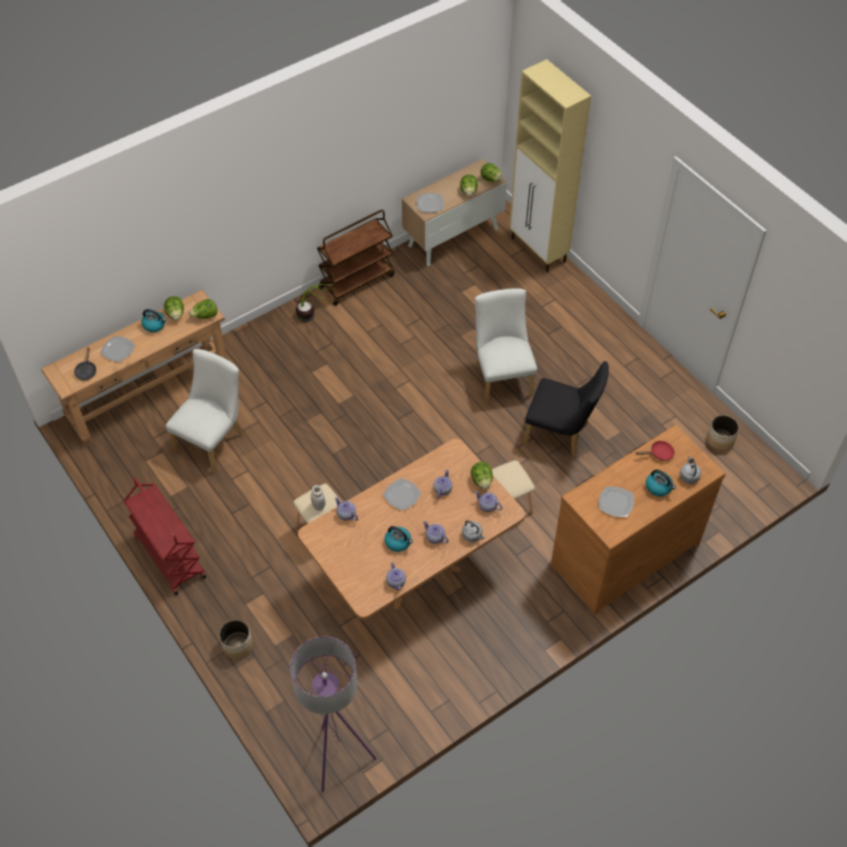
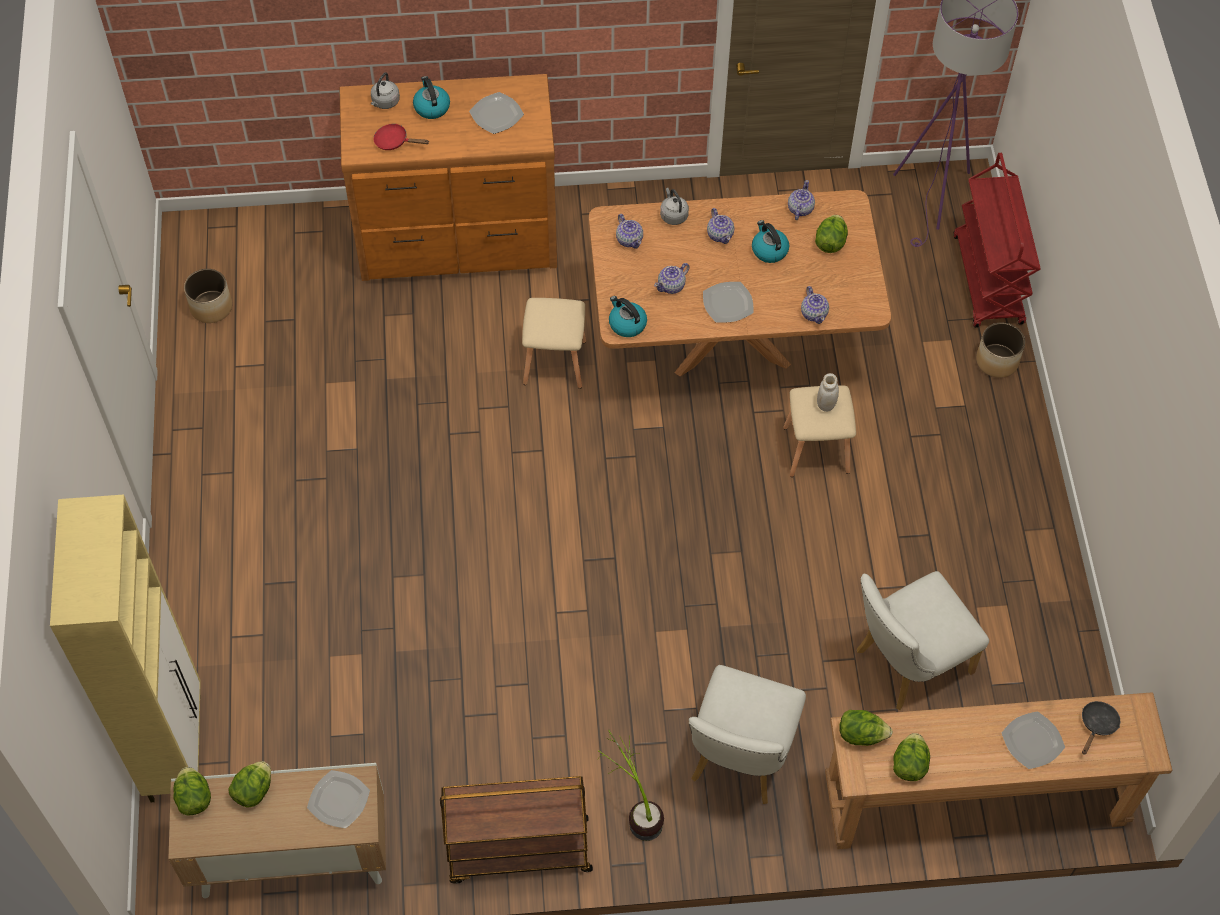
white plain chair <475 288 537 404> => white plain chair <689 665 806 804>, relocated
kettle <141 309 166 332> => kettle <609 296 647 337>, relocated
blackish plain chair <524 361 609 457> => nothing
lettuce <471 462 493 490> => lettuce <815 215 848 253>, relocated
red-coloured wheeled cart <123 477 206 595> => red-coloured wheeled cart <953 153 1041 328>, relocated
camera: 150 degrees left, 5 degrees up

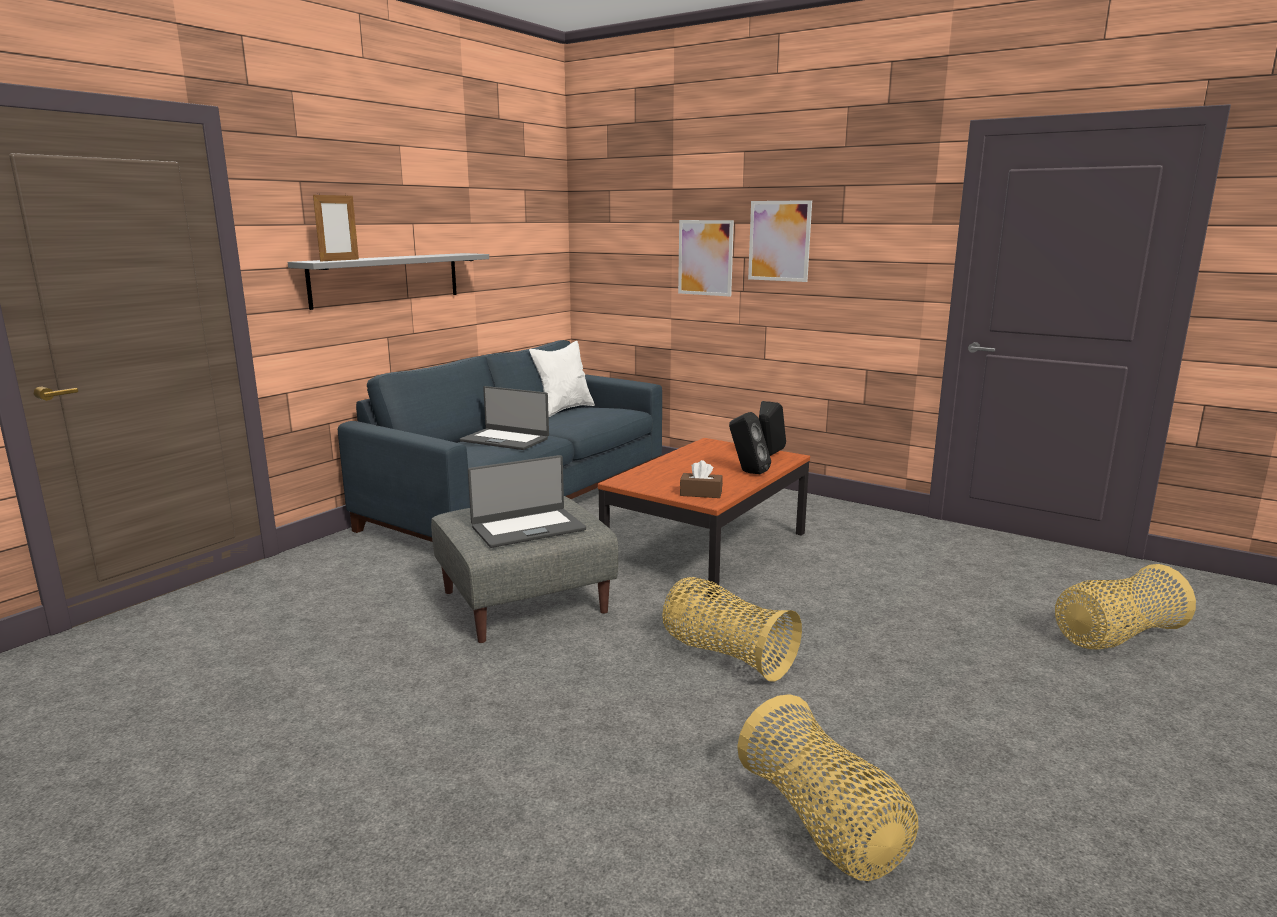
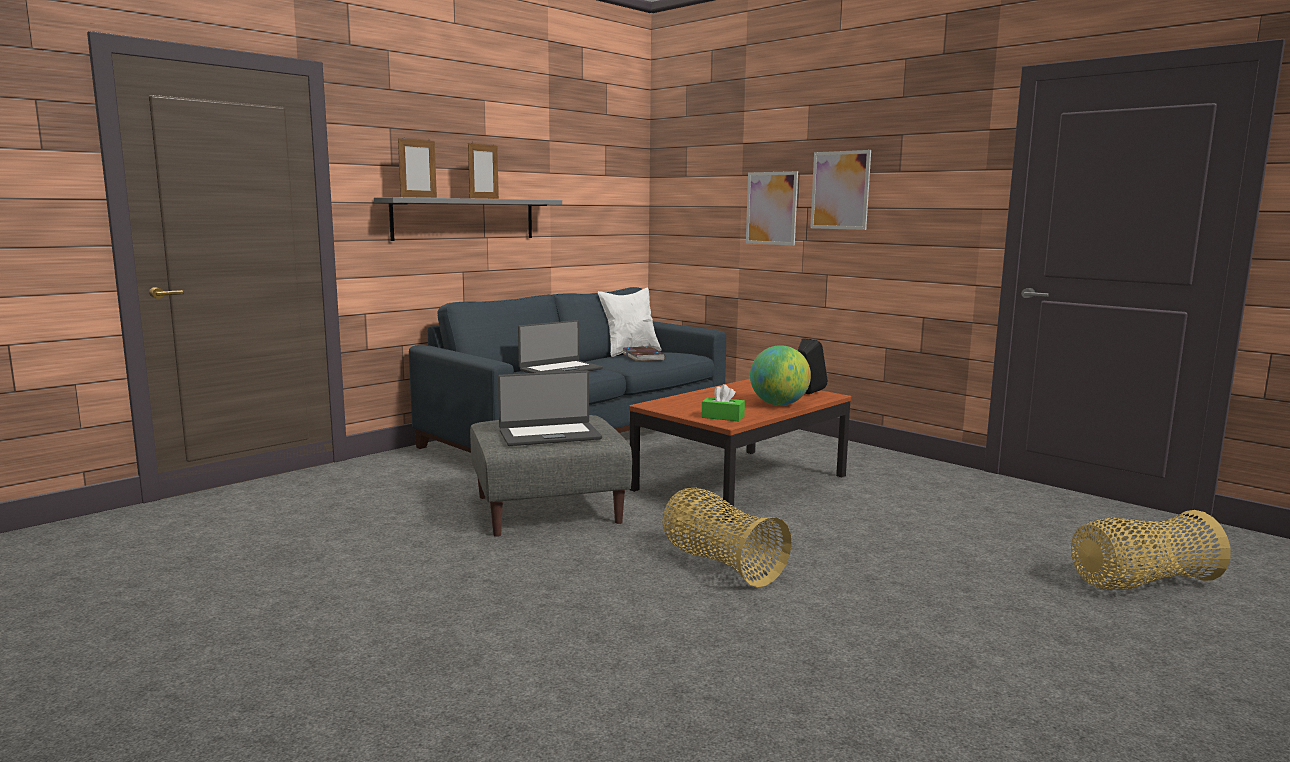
laptop <460 386 549 450> => laptop <518 320 603 373>, 75 degrees counterclockwise
blackish loudspeaker <729 412 771 474> => world globe <750 345 811 406>
brown-coloured tissue box <680 460 723 498> => greenish tissue box <702 384 745 421>
storage basket <737 694 918 881> => nothing
nothing => photo frame <468 142 499 199>
nothing => bound book <622 346 665 361>
camera: 10 degrees right, 5 degrees down

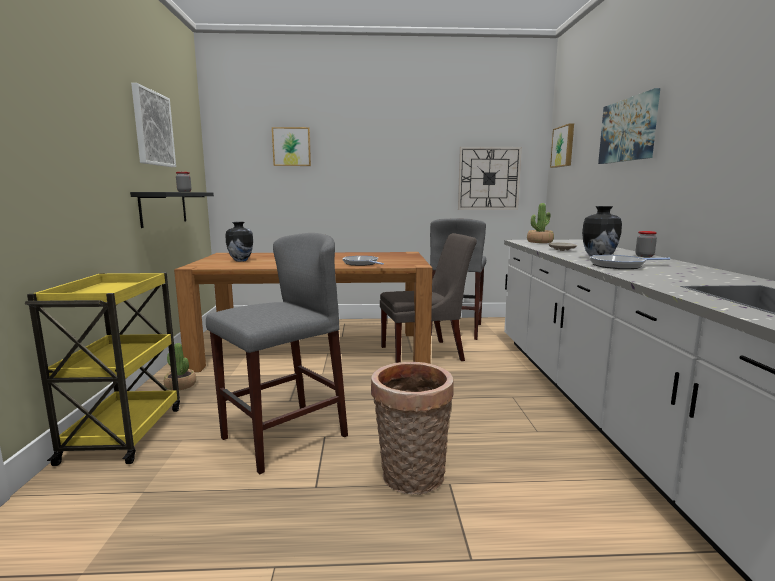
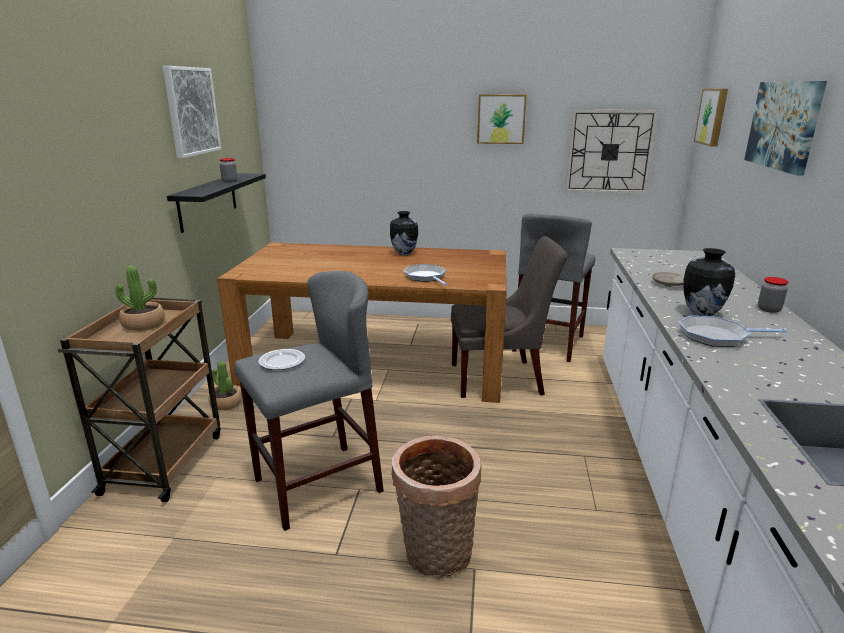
wall picture <272 127 311 166> => wall picture <477 94 527 144>, relocated
plant in a pot <527 203 554 243> => plant in a pot <115 266 165 331>, relocated
vase <226 222 253 262> => vase <390 211 418 255>, relocated
yellow wheeled cart <25 273 180 466> => brown-coloured wheeled cart <58 298 221 502>
nothing => flat dish <258 349 305 370>
camera: 10 degrees right, 10 degrees up

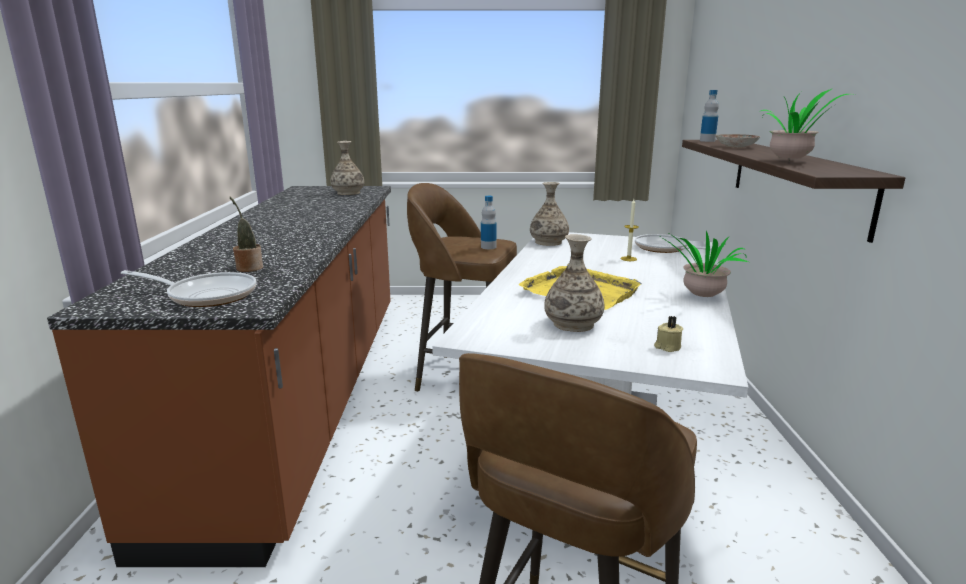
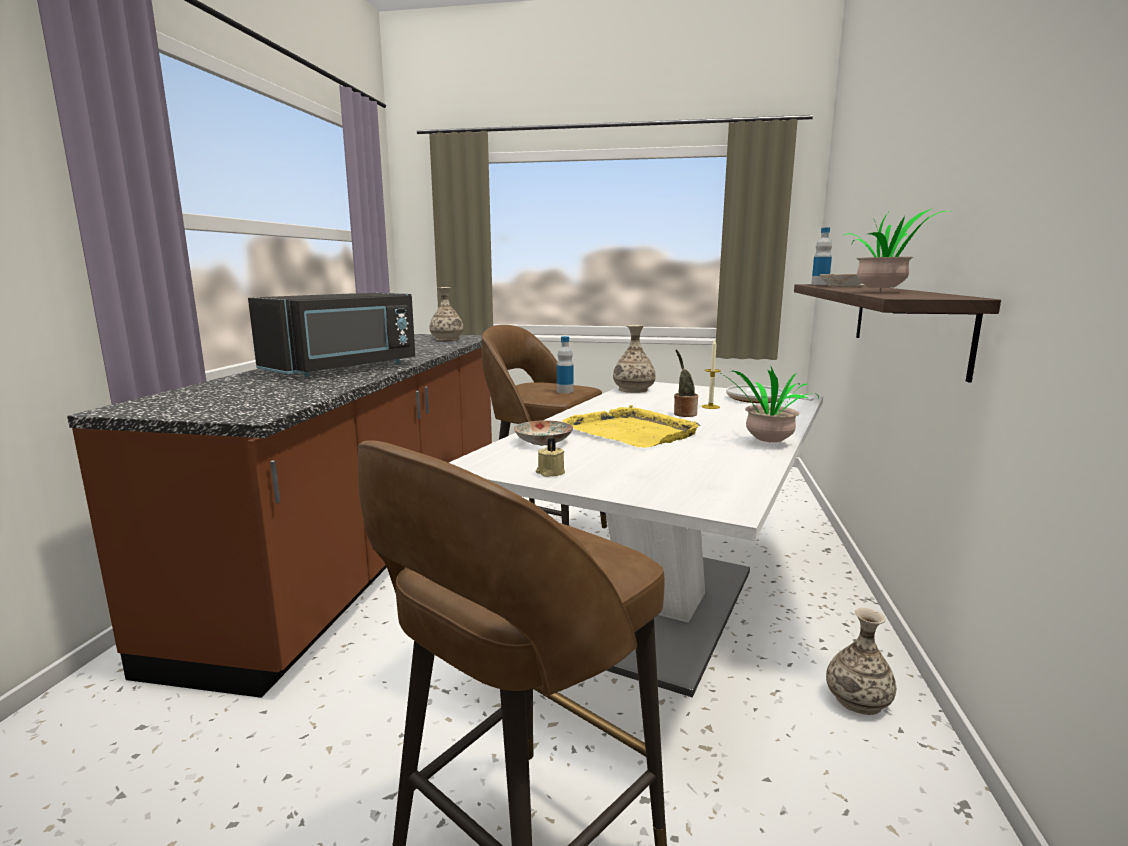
plant in a pot <230 197 263 272> => plant in a pot <674 349 698 417>, relocated
vase <544 234 605 332> => vase <826 608 896 715>, relocated
skillet <121 270 257 307> => nothing
sand-coloured wax candle <654 316 683 352> => sand-coloured wax candle <536 438 565 477>, relocated
nothing => blackish kitchen microwave <248 293 415 377>
nothing => flat dish <514 420 574 446>
camera: 10 degrees right, 5 degrees down

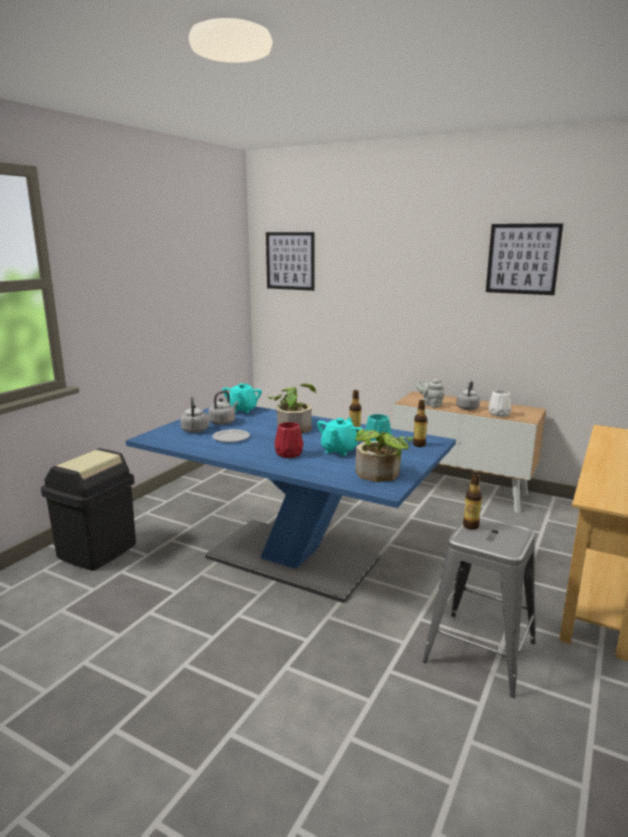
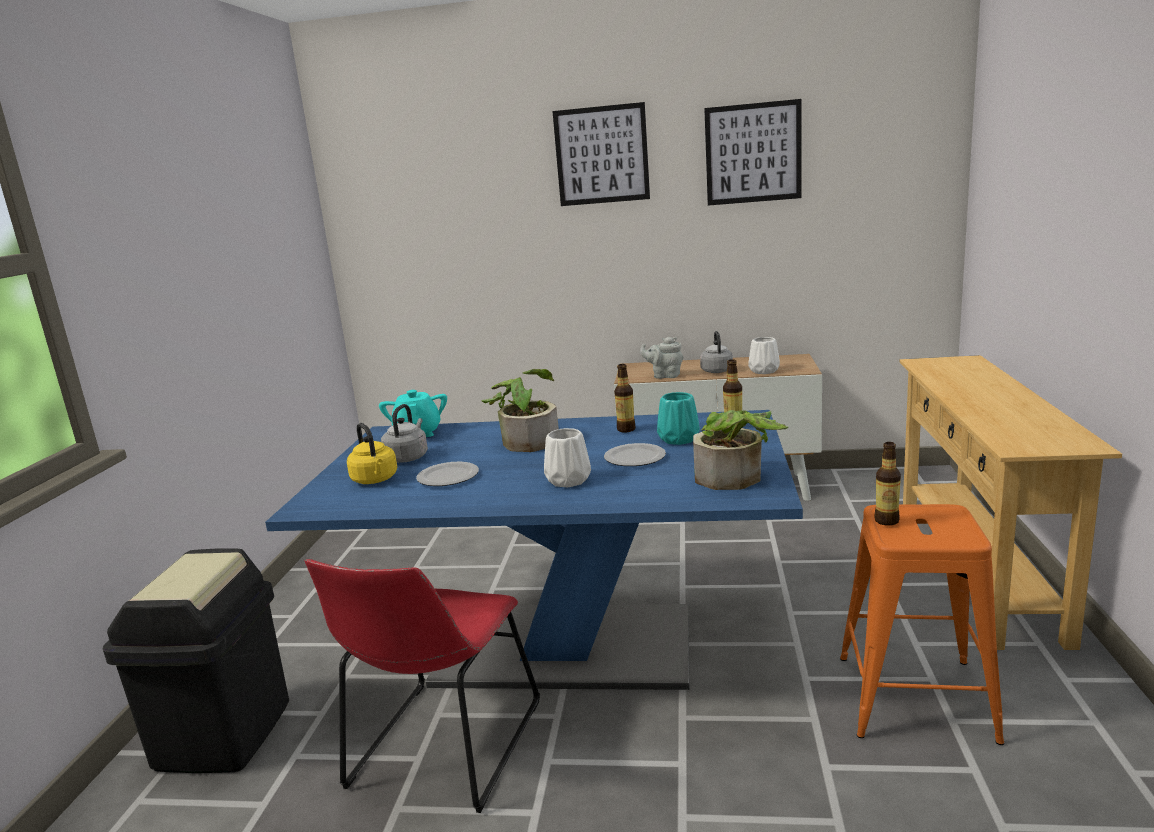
wall picture <266 232 315 291> => wall picture <552 102 650 206>, relocated
greyish kettle <180 397 209 433> => yellow kettle <347 423 397 484>
turquoise-coloured teapot <317 418 363 456> => flat dish <604 443 666 466>
red-coloured vase <275 422 303 458> => white vase <544 428 591 487>
greyish stool seat <422 516 536 698> => orange-coloured stool seat <840 504 1004 745>
nothing => red-coloured plain chair <305 559 540 813>
camera: 20 degrees left, 0 degrees up

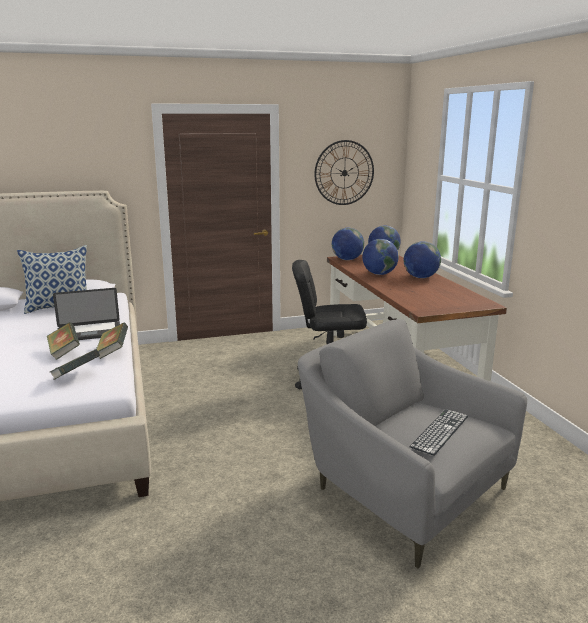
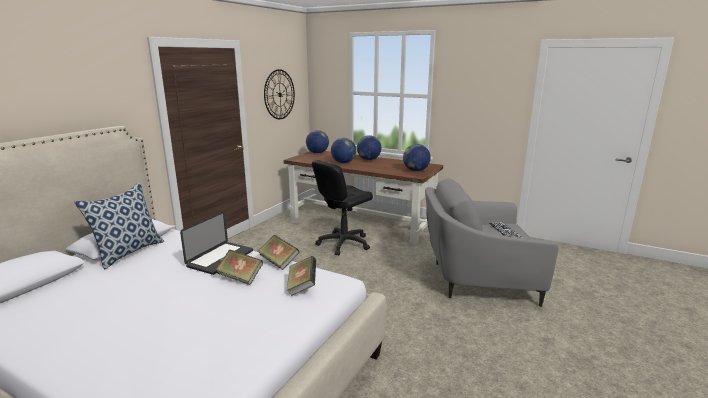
world globe <332 228 364 260> => world globe <403 144 431 171>, relocated
camera: 45 degrees left, 0 degrees up

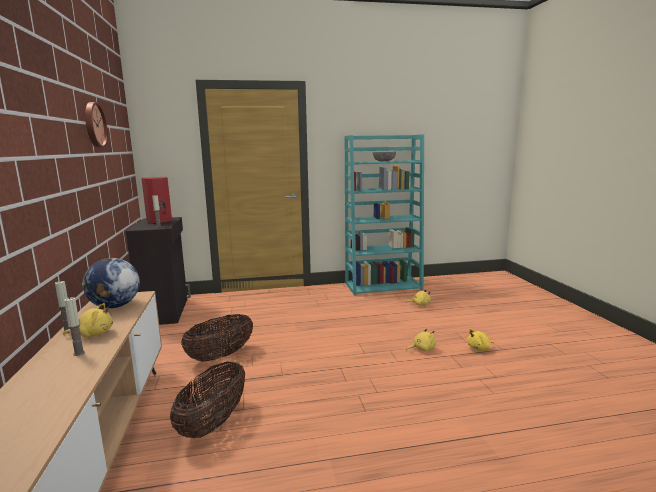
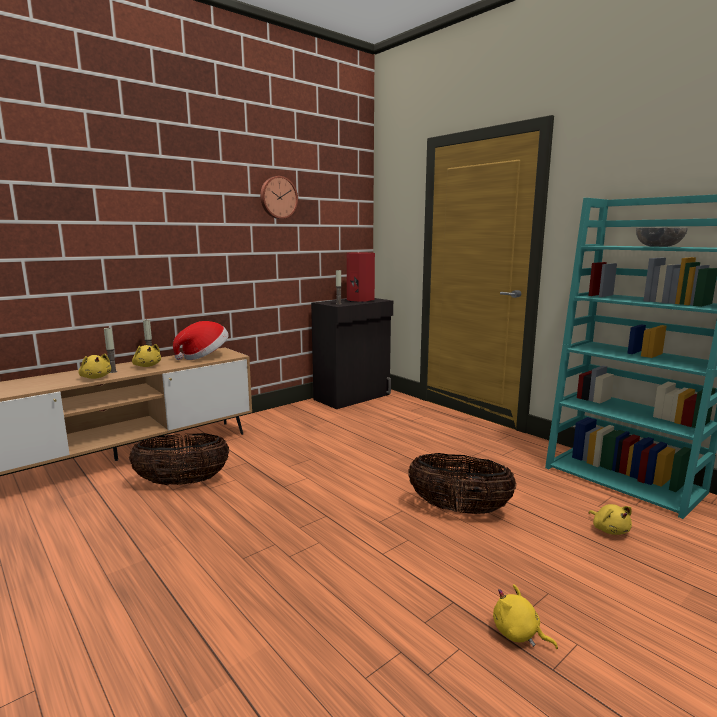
world globe <82 258 140 308> => clothing hat <173 321 229 360>
storage basket <181 314 253 362> => storage basket <408 453 517 514>, relocated
yellow cuddly toy <406 328 436 352> => yellow cuddly toy <79 354 111 379>, relocated
camera: 60 degrees right, 0 degrees up

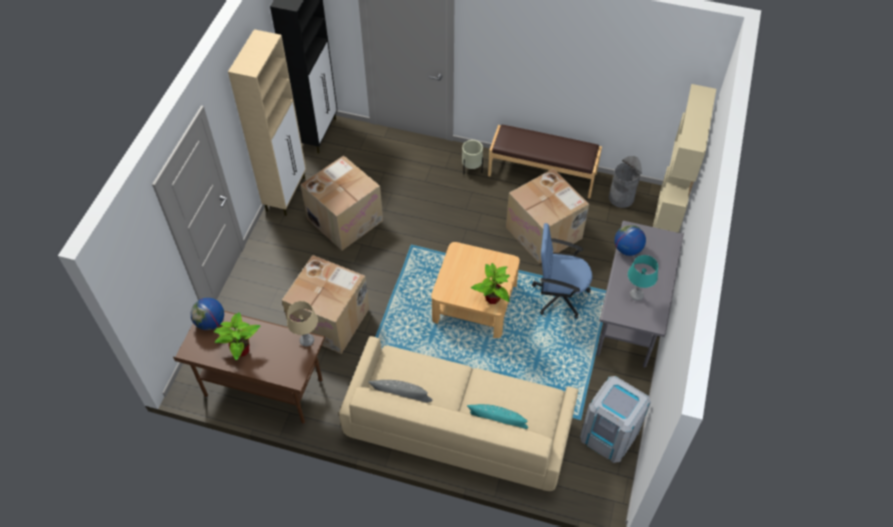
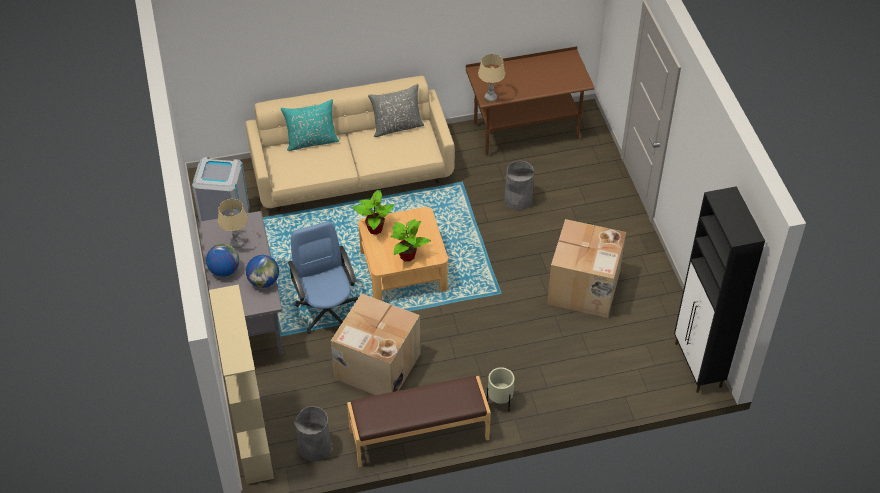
sand-coloured cupboard <228 29 306 216> => nothing
blue computer chair <532 223 592 319> => blue computer chair <288 221 358 334>, 90 degrees counterclockwise
packing box <282 255 370 354> => greyish trash can <504 161 534 211>
turquoise-coloured lamp for a table <628 255 658 301> => sand-coloured lamp for a table <218 199 248 248>
world globe <190 298 224 330> => world globe <206 244 239 277>, relocated
plant in a pot <214 312 261 360> => plant in a pot <390 219 431 262>, relocated
camera: 150 degrees right, 5 degrees down

